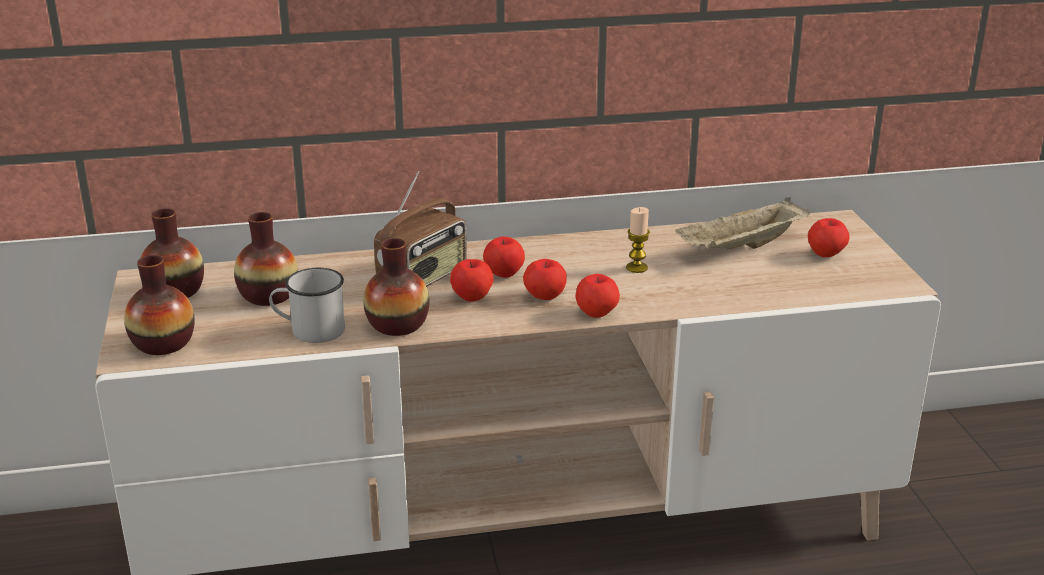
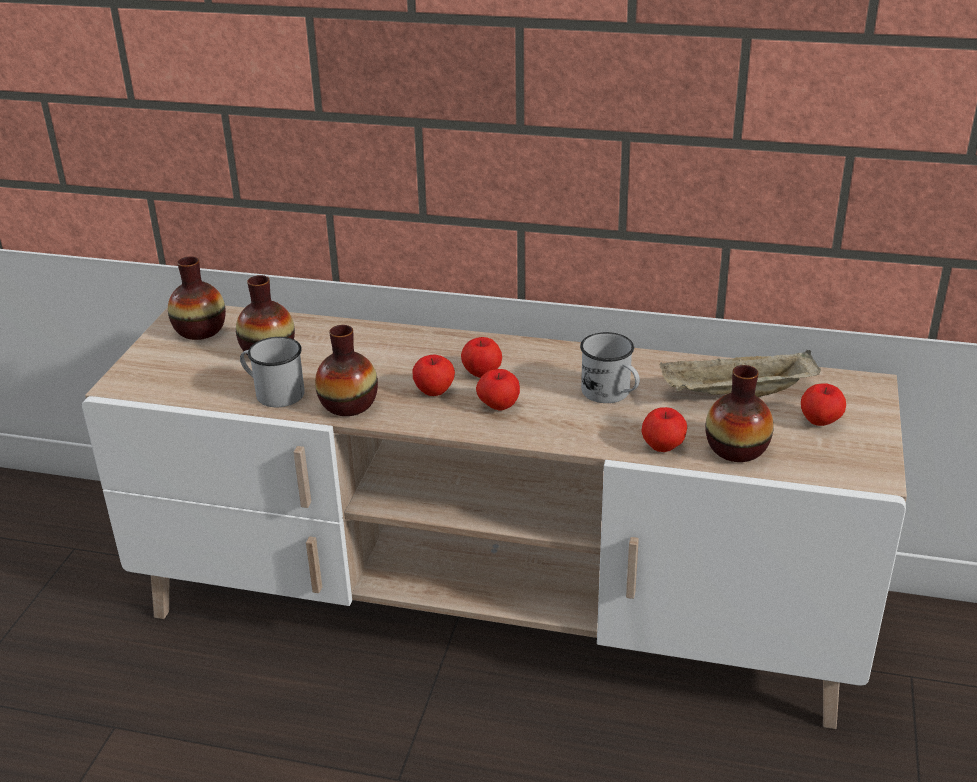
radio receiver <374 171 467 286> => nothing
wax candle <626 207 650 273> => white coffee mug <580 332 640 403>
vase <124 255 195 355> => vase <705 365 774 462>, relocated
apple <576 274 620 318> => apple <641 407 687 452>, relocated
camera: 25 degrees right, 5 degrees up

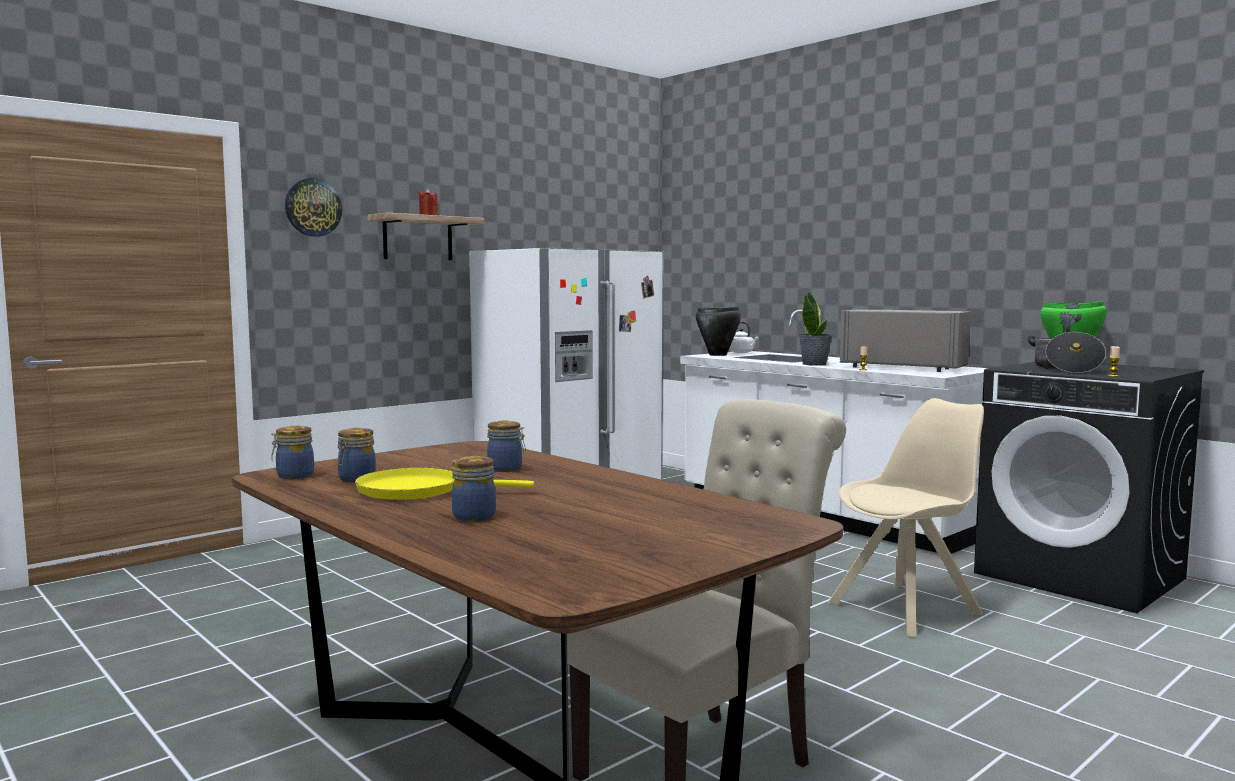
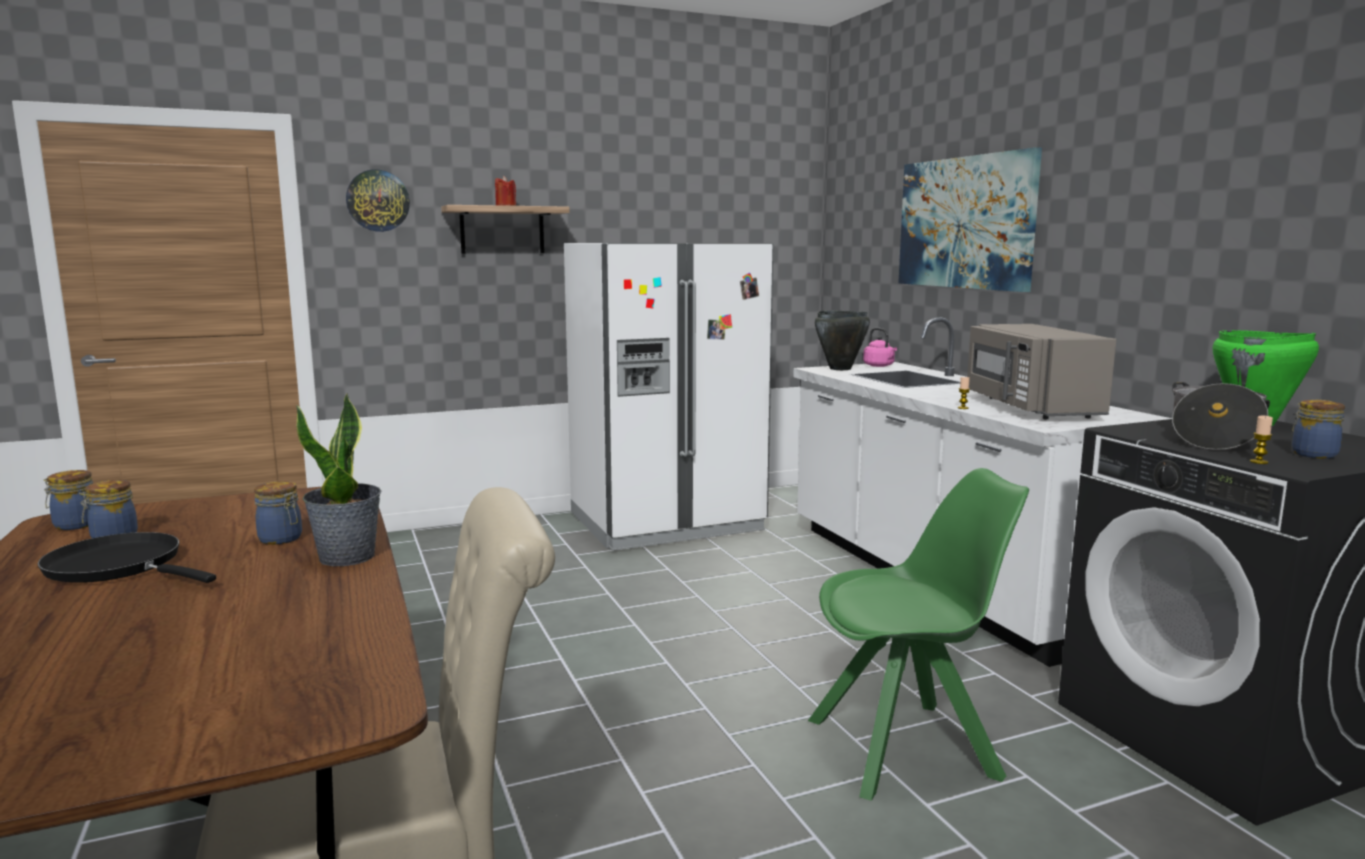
plant in a pot <799 292 833 366> => plant in a pot <296 393 381 566>, relocated
greyish kitchen microwave <840 309 970 372> => greyish kitchen microwave <967 324 1116 419>, 150 degrees counterclockwise
white kettle <729 321 759 353> => pinkish kettle <863 328 897 367>
sand-coloured plain chair <828 398 984 637> => greenish plain chair <808 468 1029 801>
storage jar <452 456 496 522> => storage jar <1292 400 1345 459>, relocated
yellow skillet <355 468 534 500> => blackish skillet <38 532 216 583>
nothing => wall picture <898 147 1042 292>
camera: 20 degrees right, 5 degrees up

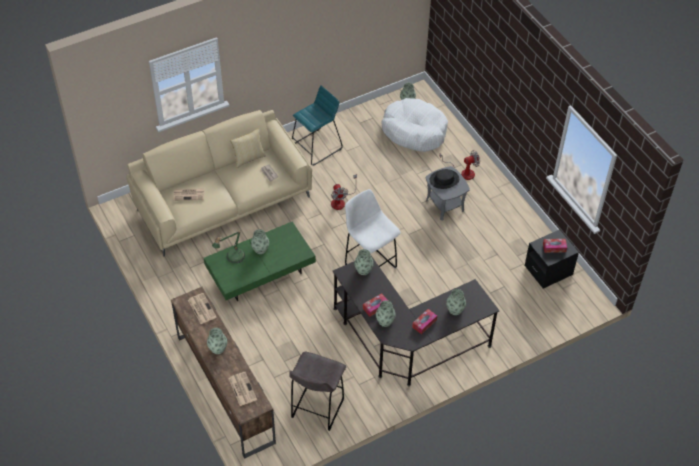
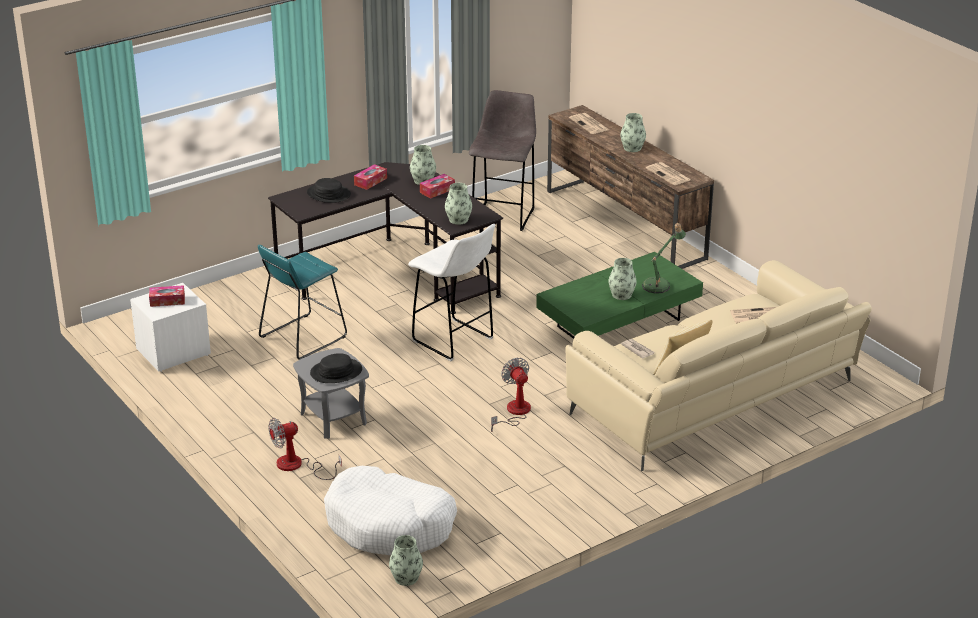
turquoise-coloured stool seat <292 85 343 165> => turquoise-coloured stool seat <258 245 347 360>, relocated
blackish bedside table <525 229 579 289> => white bedside table <130 283 211 372>
vase <446 289 466 315> => blackish clothing hat <307 178 351 203>
camera: 175 degrees right, 20 degrees down

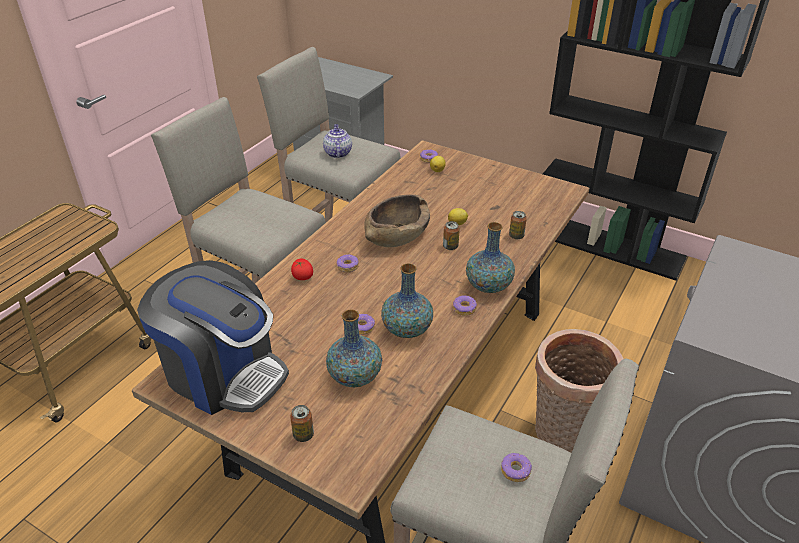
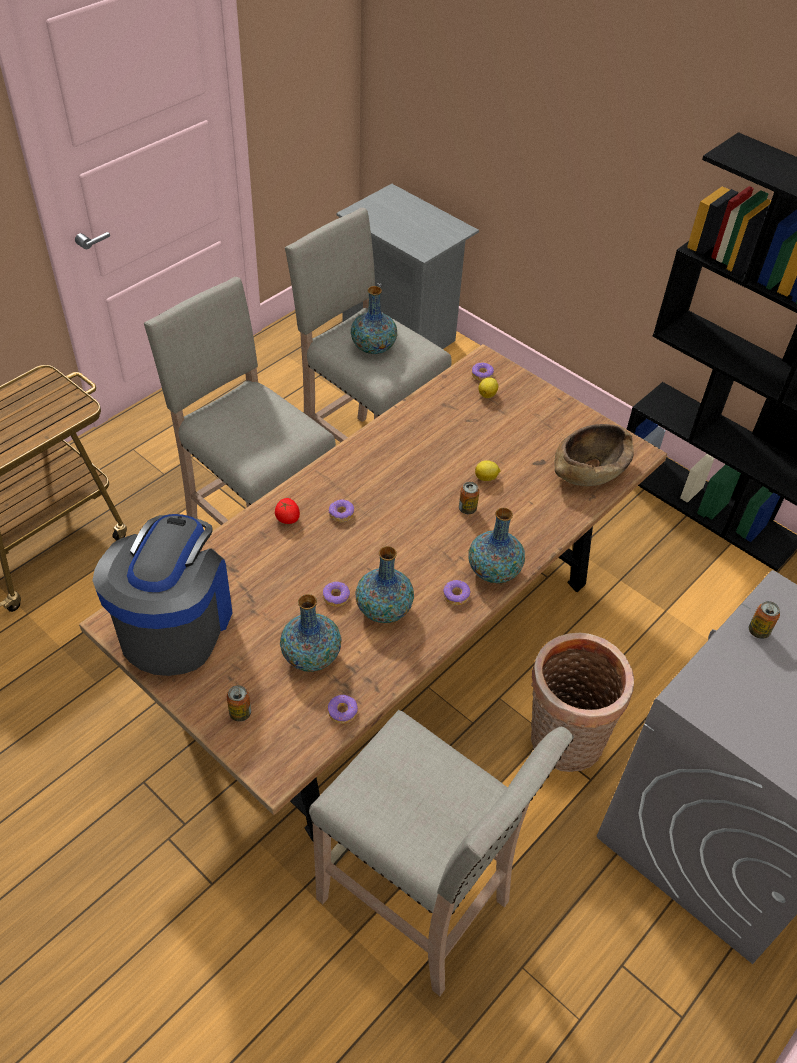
teapot <323 124 352 158> => vase <351 286 397 354>
brown-coloured serving bowl <364 194 430 247> => brown-coloured serving bowl <555 424 634 486>, relocated
can <509 211 527 240> => can <749 601 780 639>, relocated
coffee machine <137 260 289 415> => coffee machine <92 514 233 676>, 120 degrees counterclockwise
doughnut <501 453 532 482> => doughnut <328 695 358 724>, relocated
camera: 10 degrees right, 10 degrees up

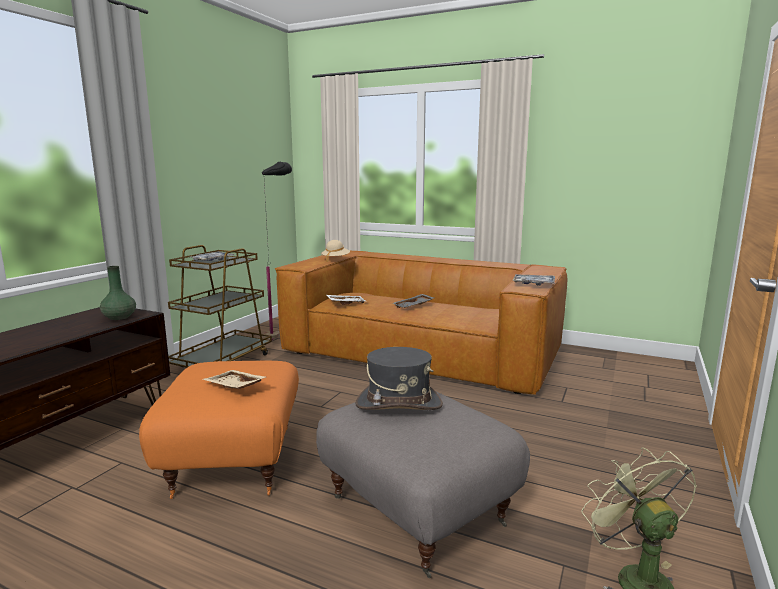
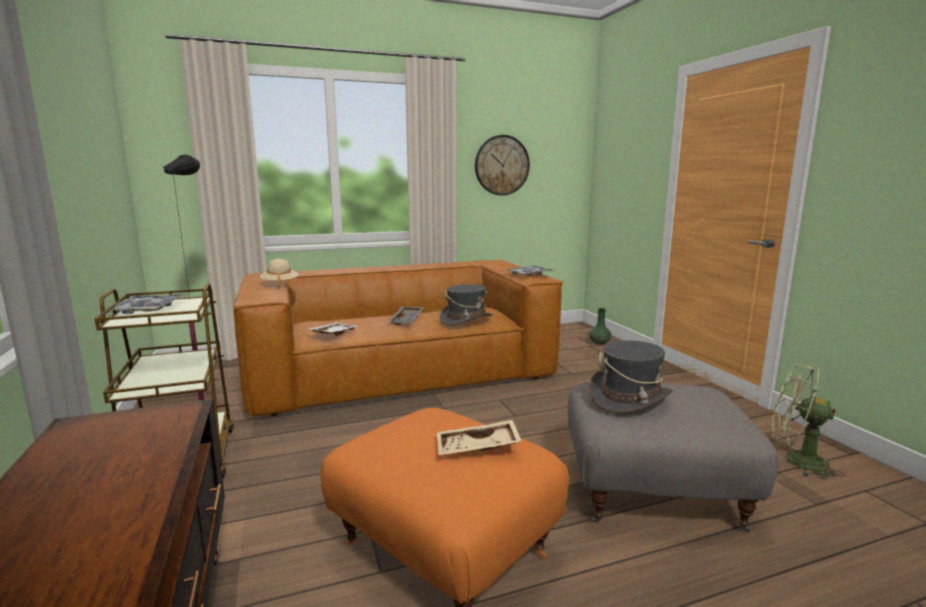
greenish vase <100 266 136 320> => greenish vase <589 308 611 344>, relocated
nothing => clock on the wall <475 135 530 195>
nothing => greyish clothing hat <440 284 492 326>
camera: 45 degrees left, 0 degrees up

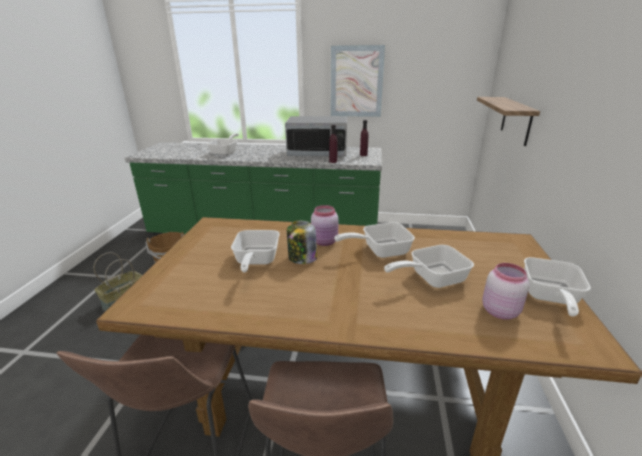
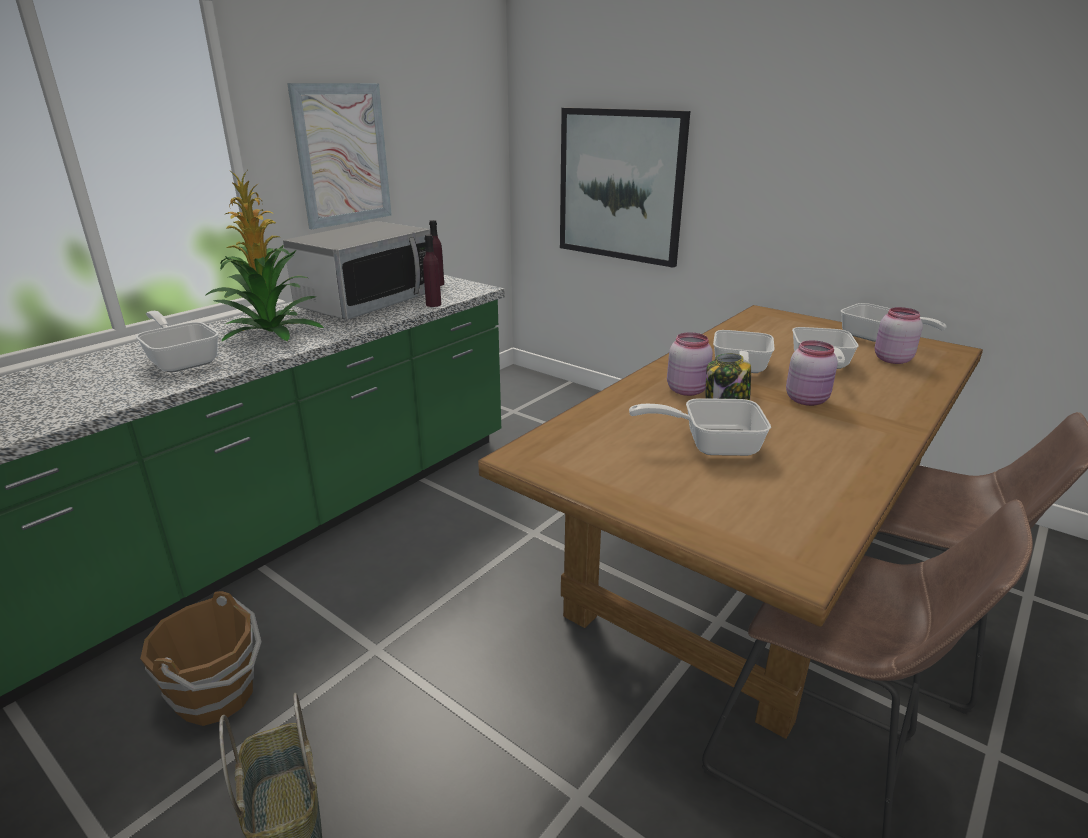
wall shelf <477 97 540 146> => wall picture <560 108 690 268>
skillet <231 230 280 272> => skillet <629 398 771 456>, 150 degrees clockwise
nothing => plant in a pot <205 171 324 341>
nothing => pinkish storage jar <786 340 838 406>
camera: 60 degrees left, 0 degrees up

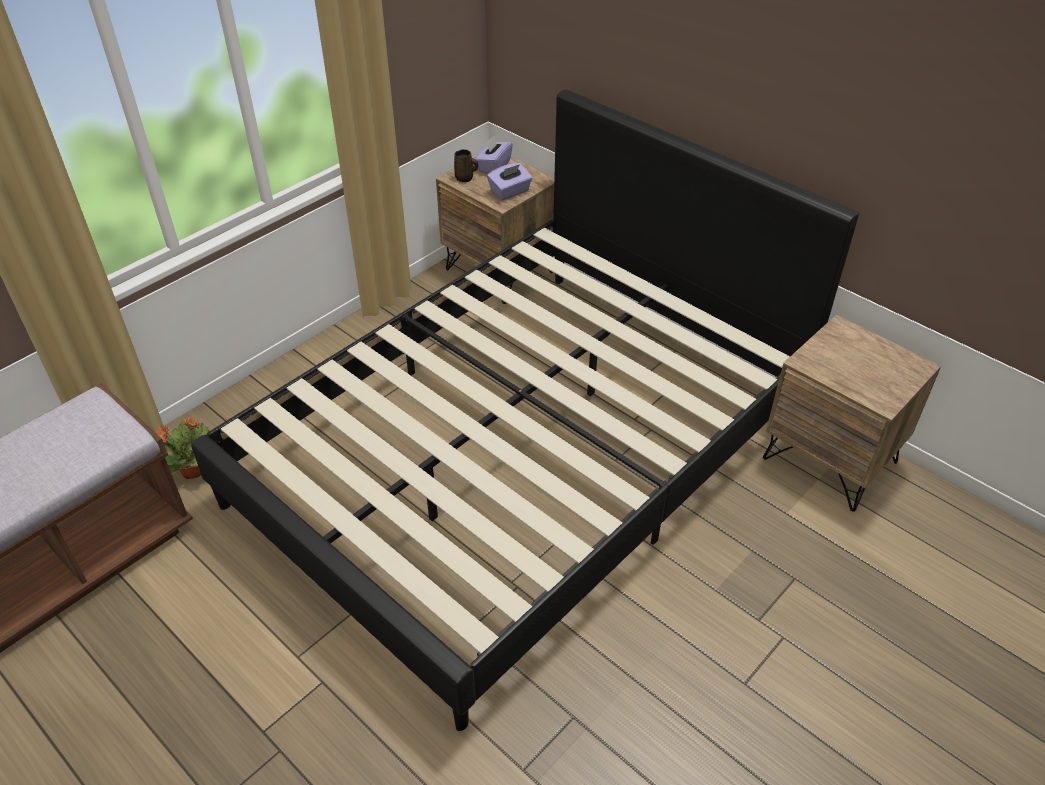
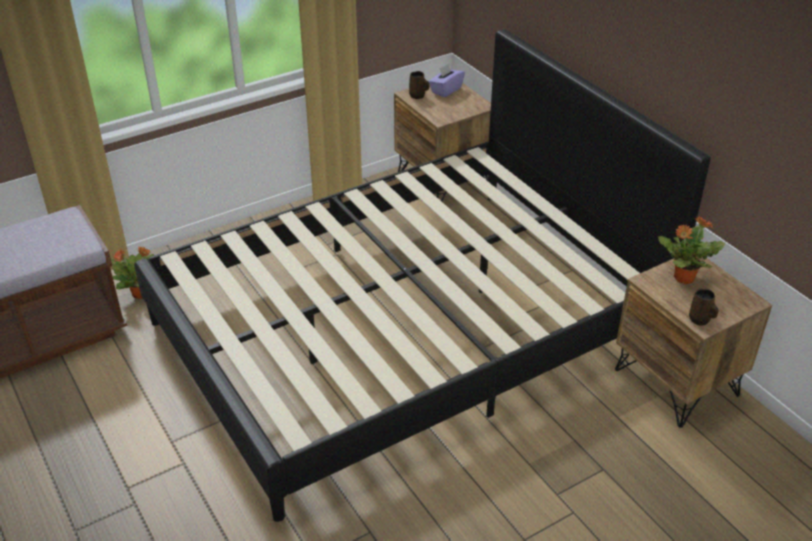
purple-coloured tissue box <487 163 533 200> => nothing
nothing => plant in a pot <658 216 725 284>
nothing => brown-coloured coffee mug <689 289 719 326>
camera: 15 degrees right, 5 degrees down

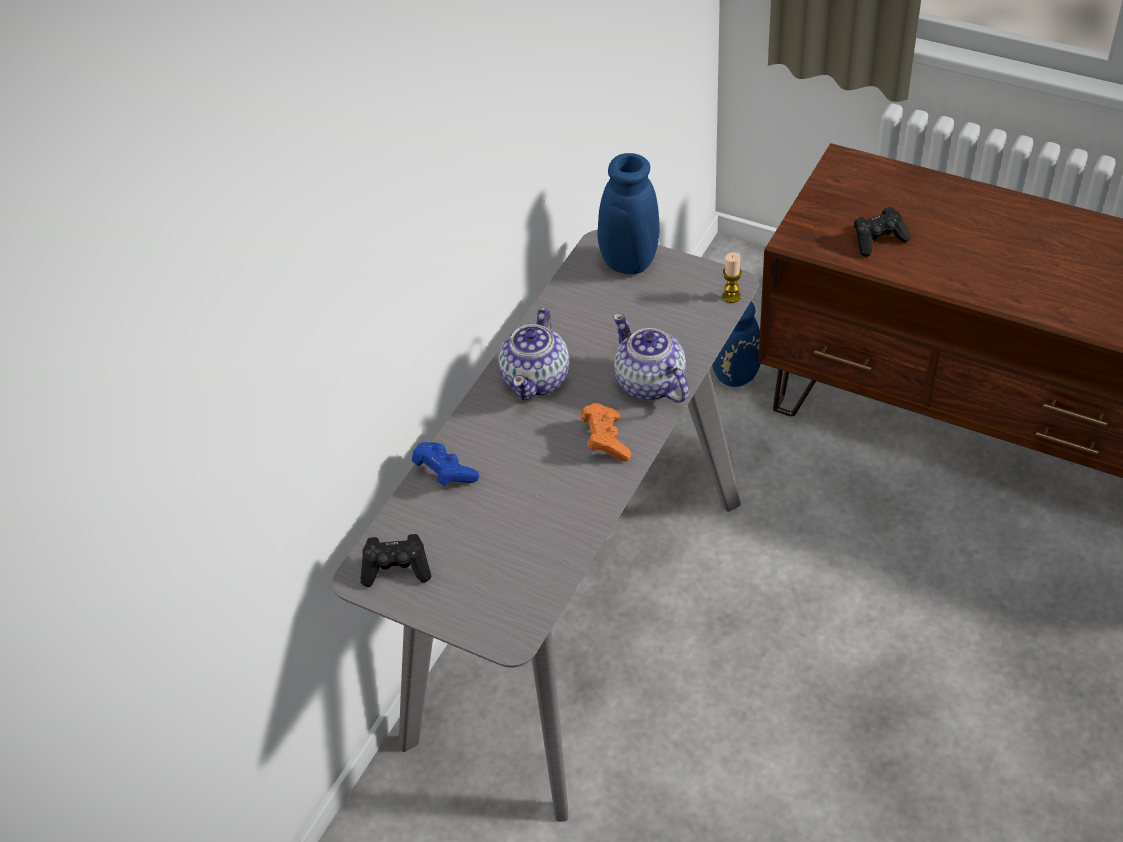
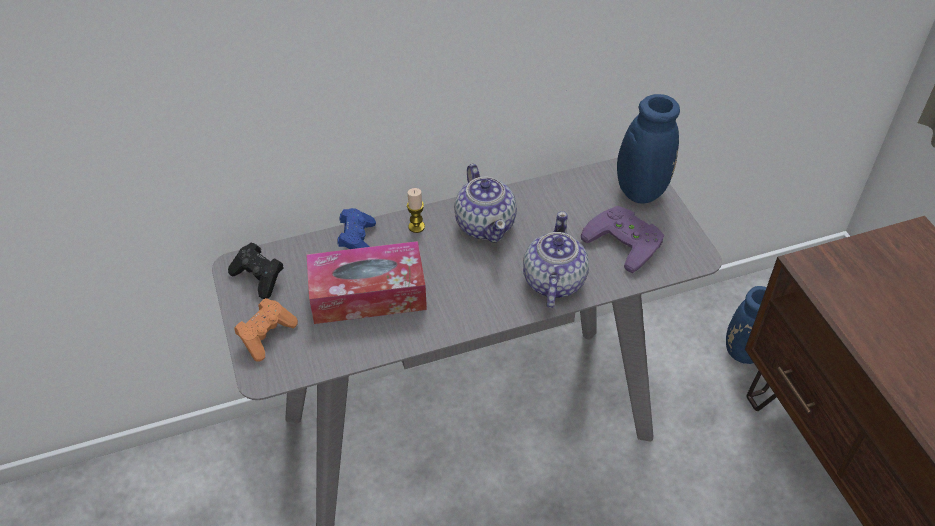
blackish joypad <854 207 911 257> => nothing
wax candle <723 252 742 303> => wax candle <407 188 425 233>, relocated
teapot <498 308 570 400> => teapot <454 164 517 243>, 75 degrees counterclockwise
orange-coloured joypad <581 403 631 461> => orange-coloured joypad <235 298 298 362>, relocated
nothing => purple-coloured joypad <581 206 664 273>
nothing => tissue box <306 241 427 324>
camera: 40 degrees right, 0 degrees up

